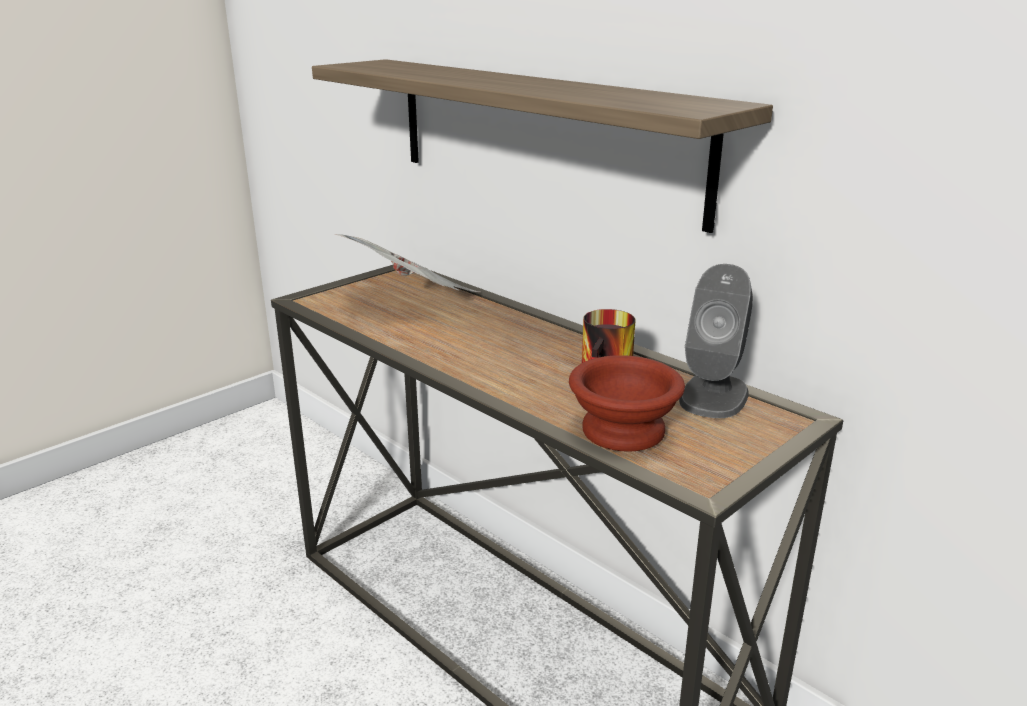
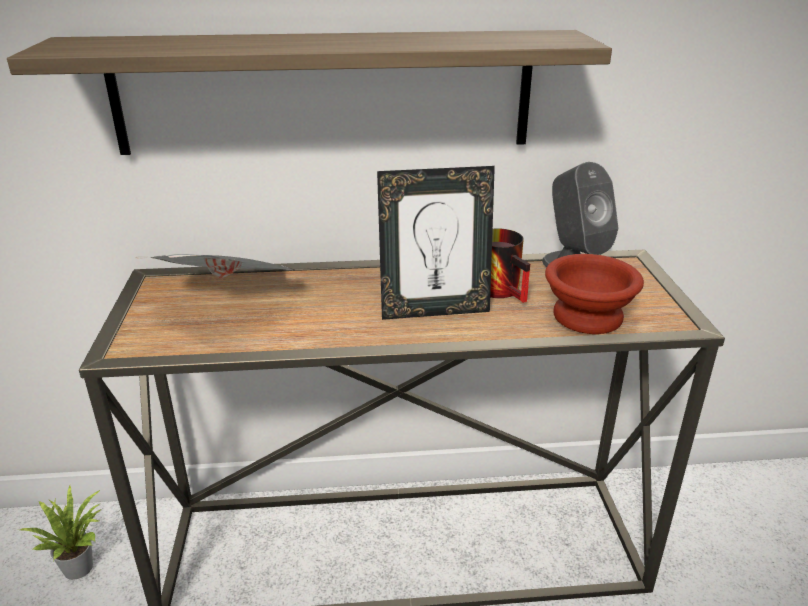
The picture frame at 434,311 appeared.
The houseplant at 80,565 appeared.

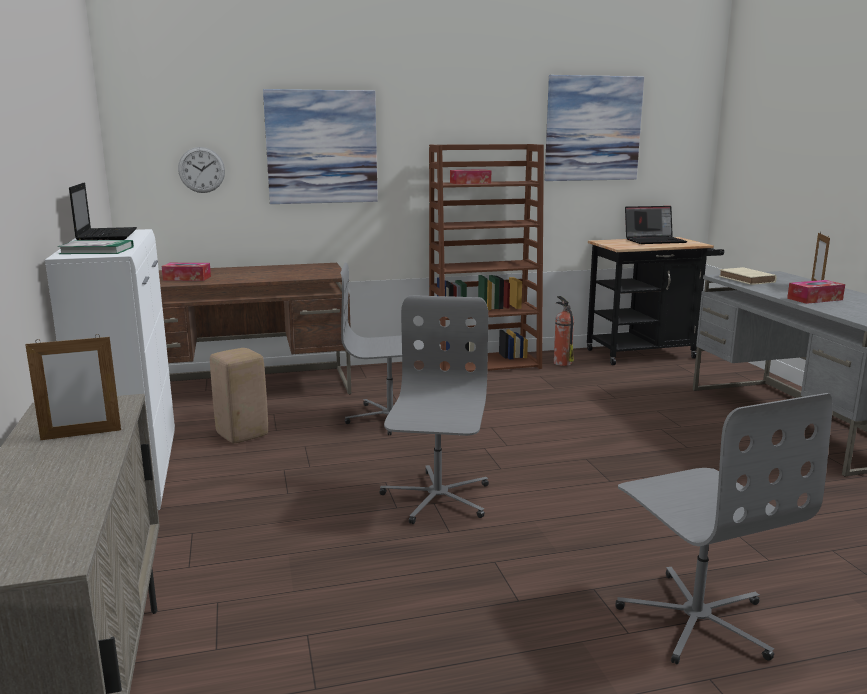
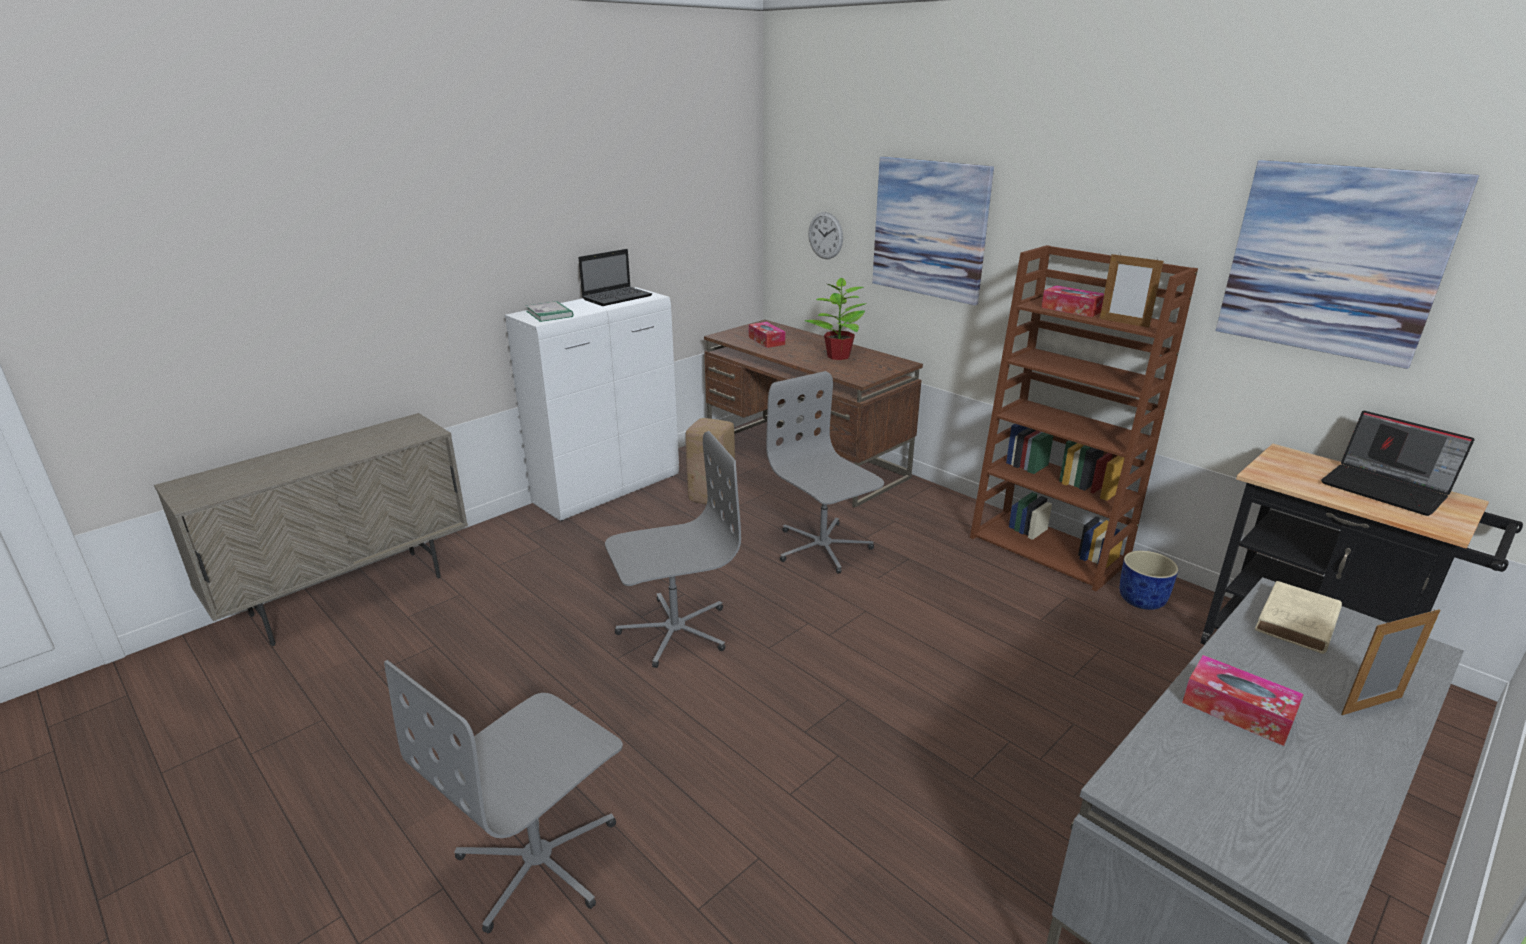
The fire extinguisher at 561,363 was replaced by the blue plant pot at 1142,600.
The picture frame moved from 81,435 to 1124,323.
The houseplant at 838,356 appeared.

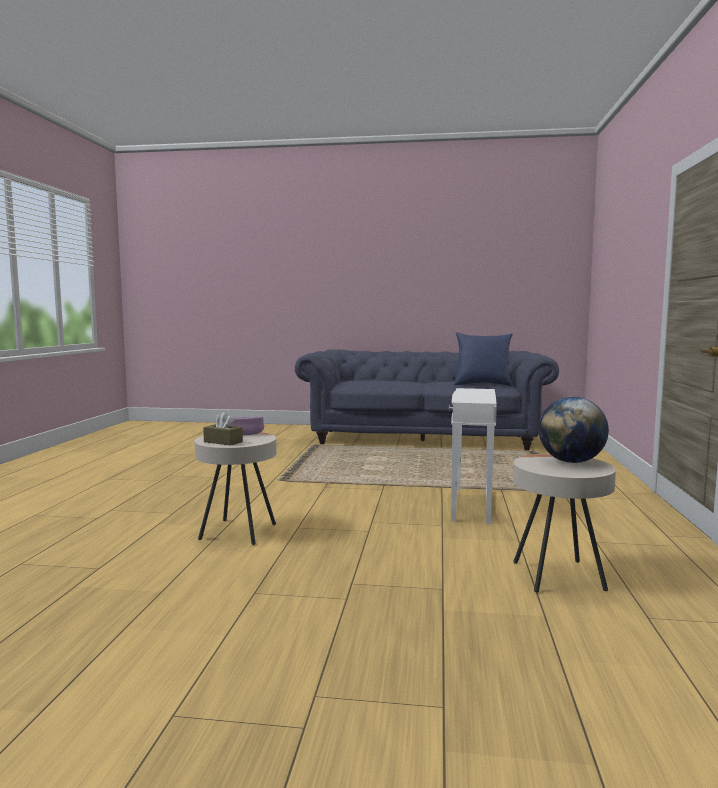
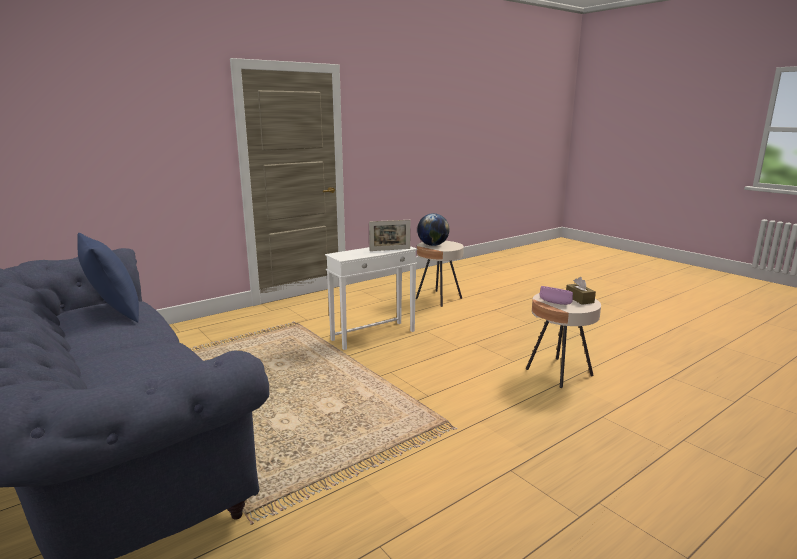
The picture frame at 390,250 appeared.

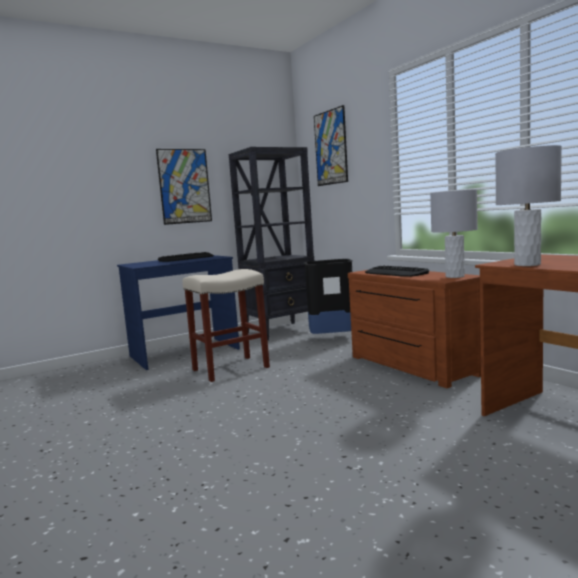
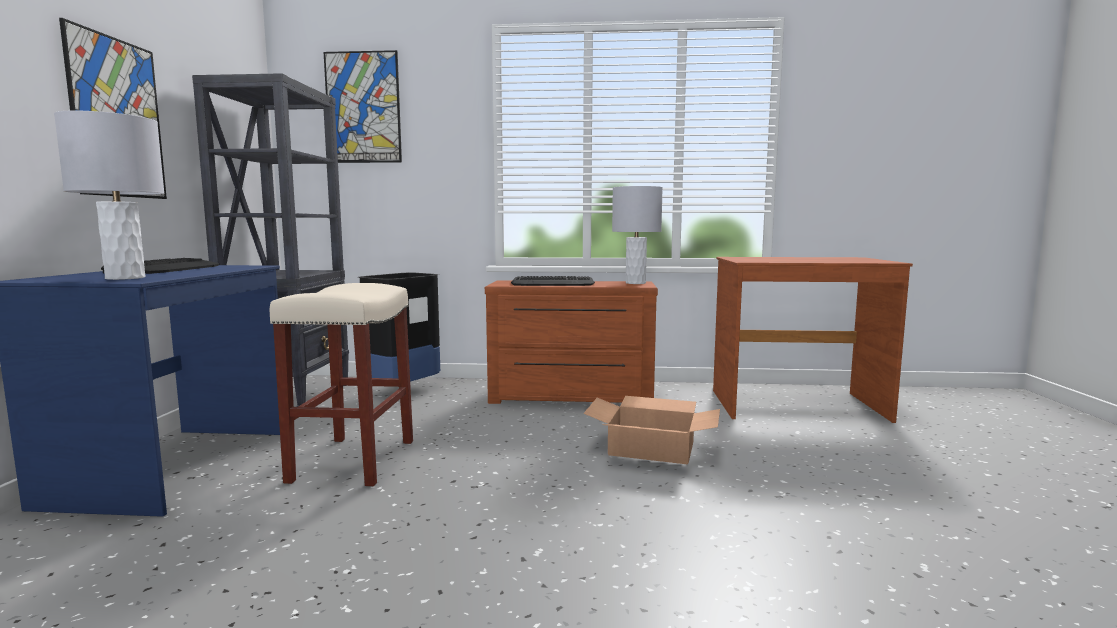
The gray lamp for a table moved from 527,264 to 126,278.
The cardboard box at 651,448 appeared.

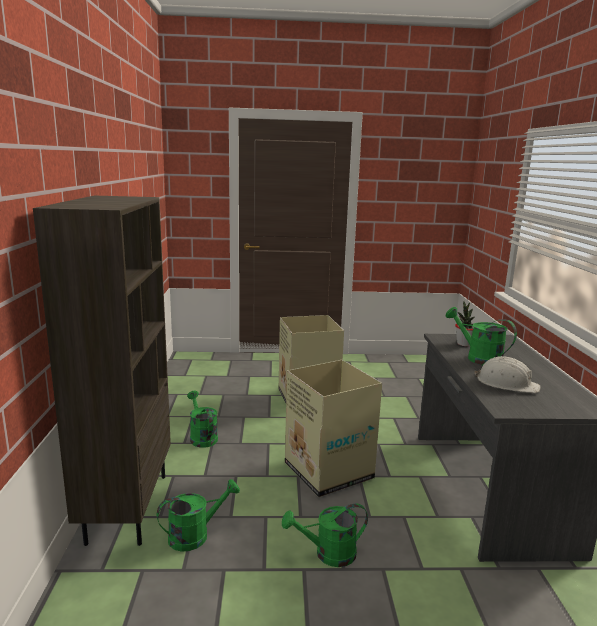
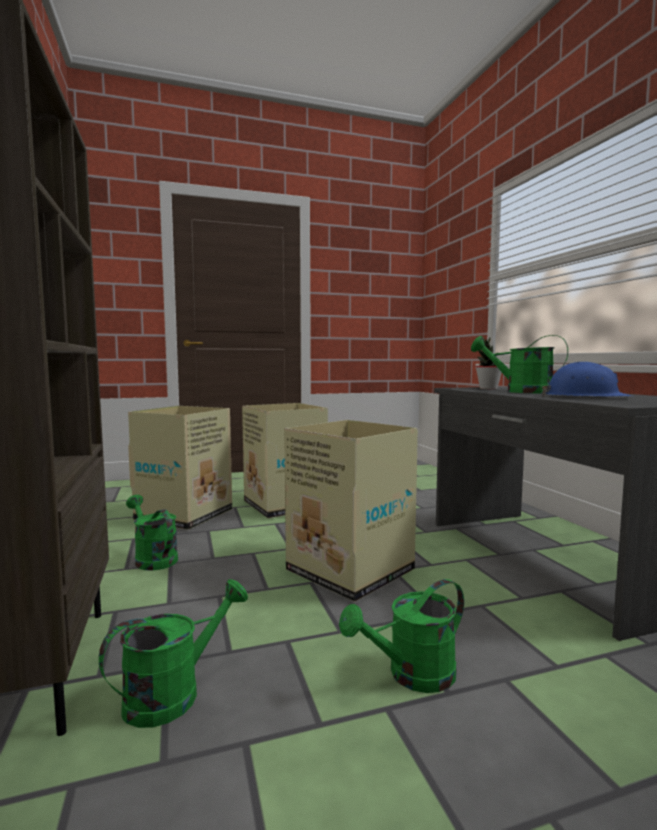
The white-coloured safety helmet at 506,383 became the blue safety helmet at 585,397.
The cardboard box at 186,515 appeared.

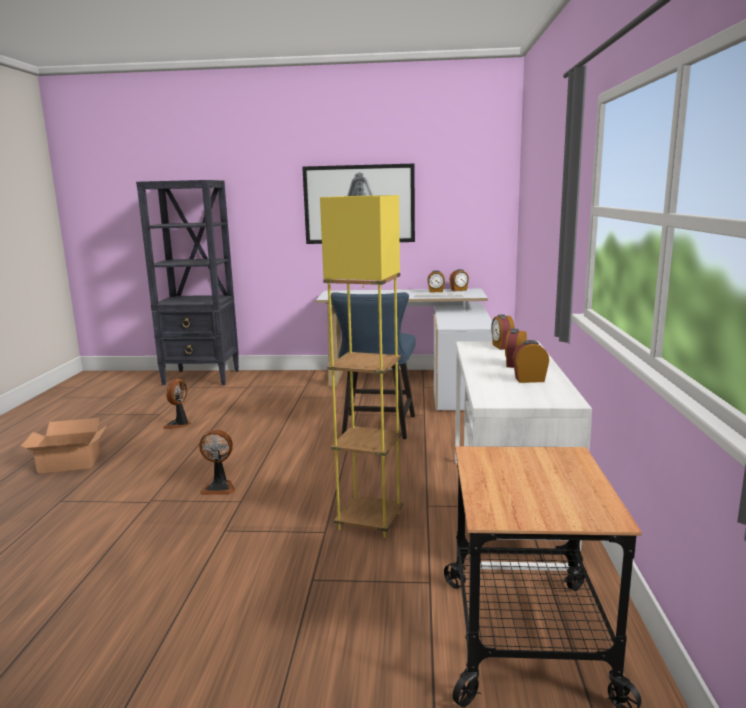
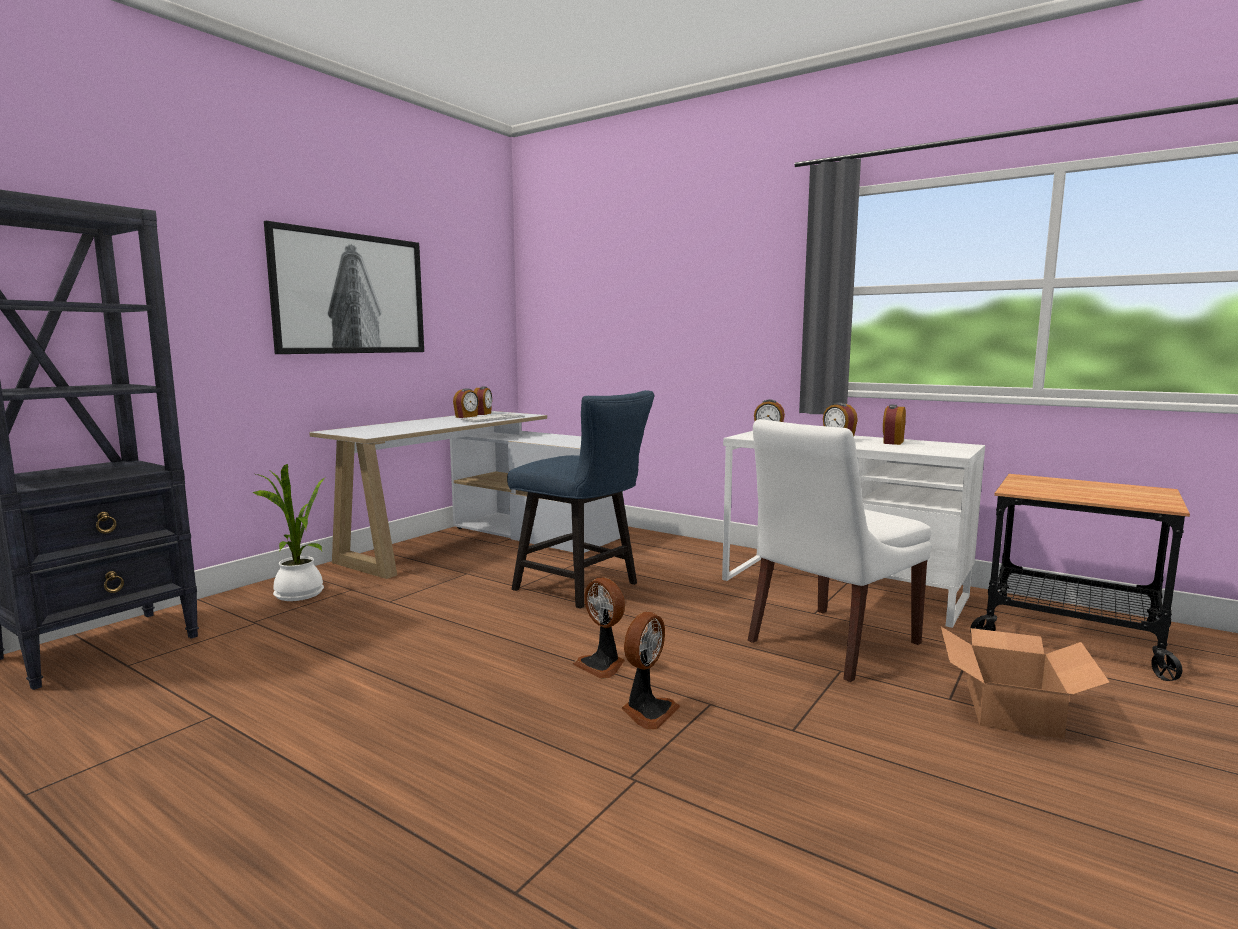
The yellow-coloured standing lamp at 369,521 was replaced by the white-coloured plain chair at 830,644.
The electric fan moved from 179,425 to 602,665.
The cardboard box moved from 70,462 to 1013,708.
The houseplant at 298,595 appeared.

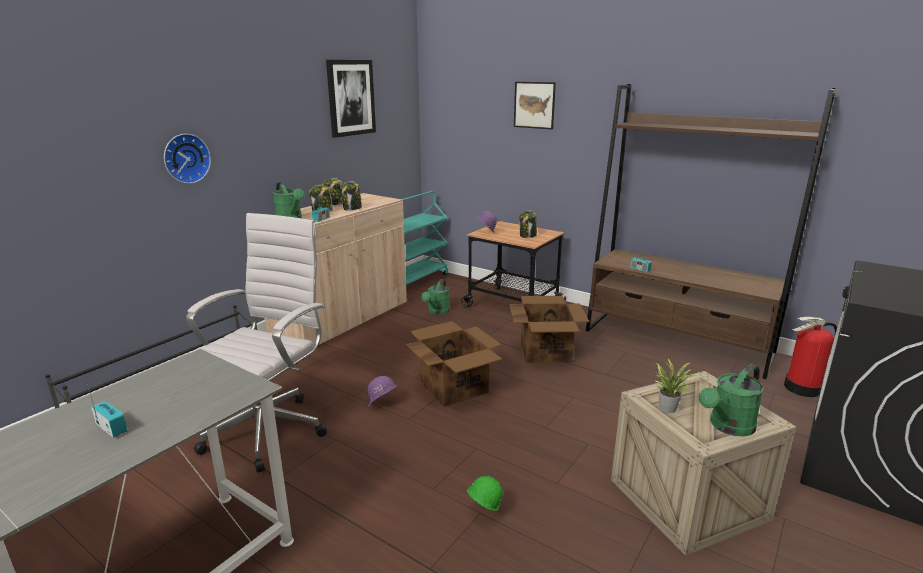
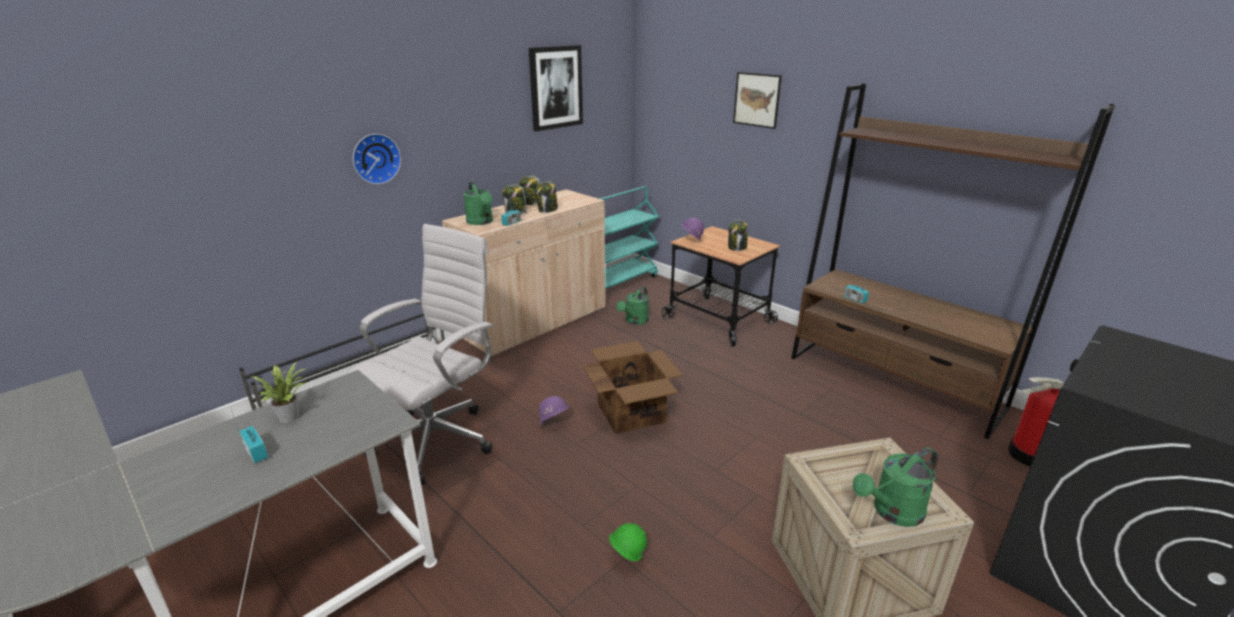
The cardboard box at 545,351 disappeared.
The houseplant moved from 667,407 to 291,416.

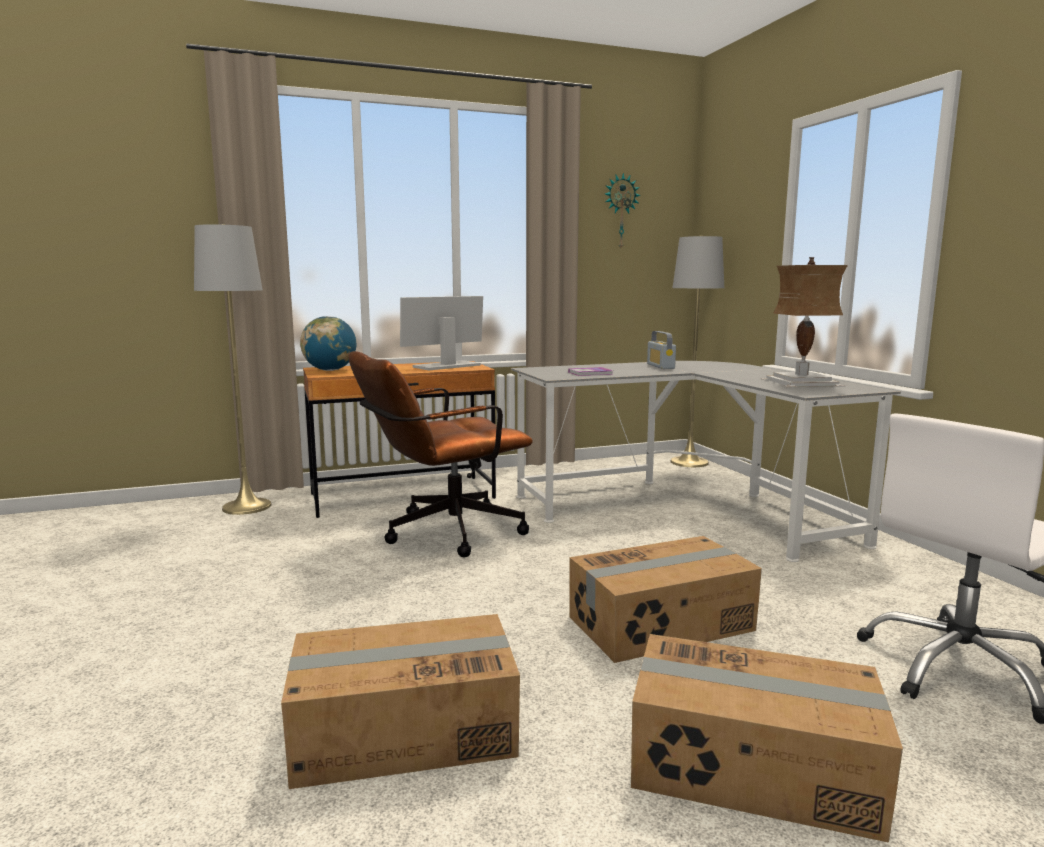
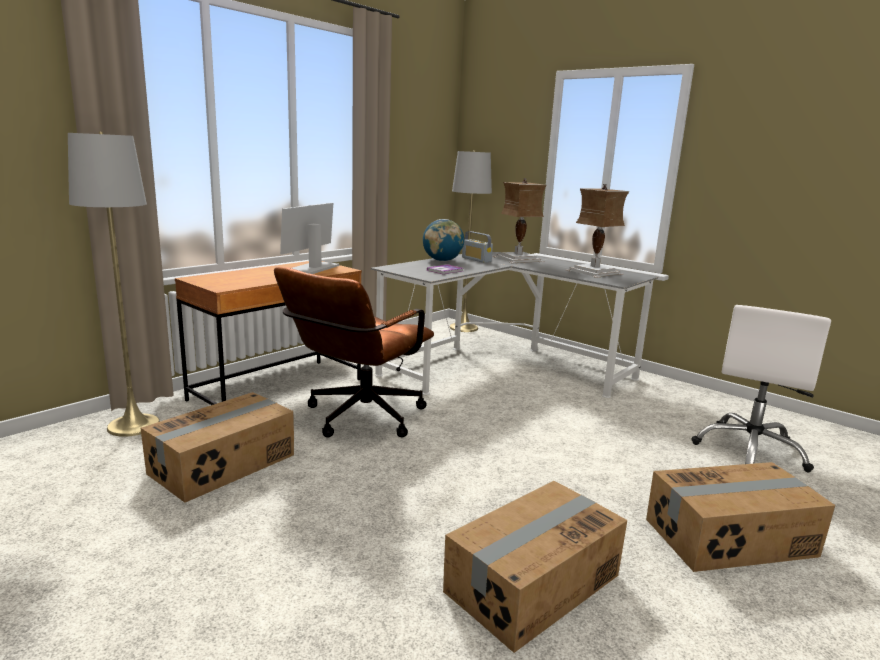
The clock on the wall at 620,212 disappeared.
The world globe moved from 330,370 to 442,261.
The cardboard box moved from 662,624 to 224,464.
The lamp for a table at 518,259 appeared.

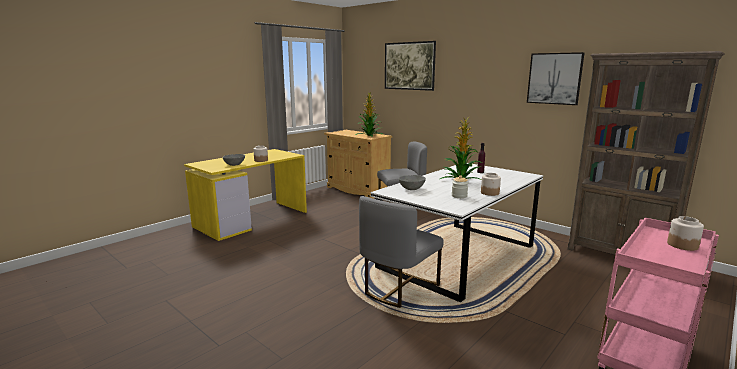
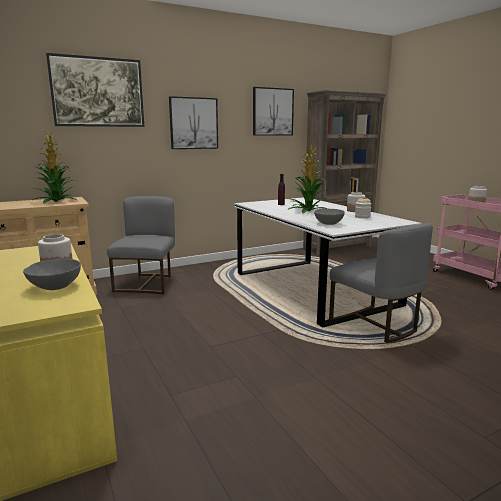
The picture at 193,123 appeared.

